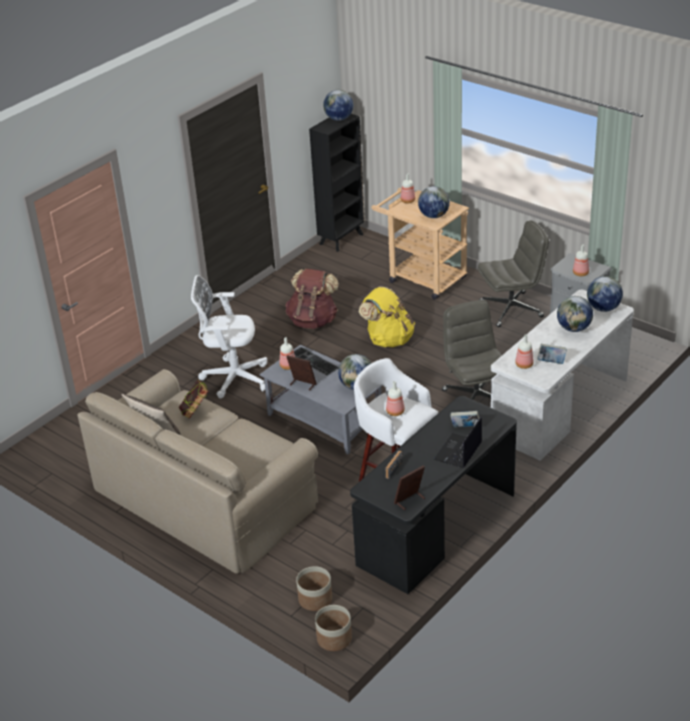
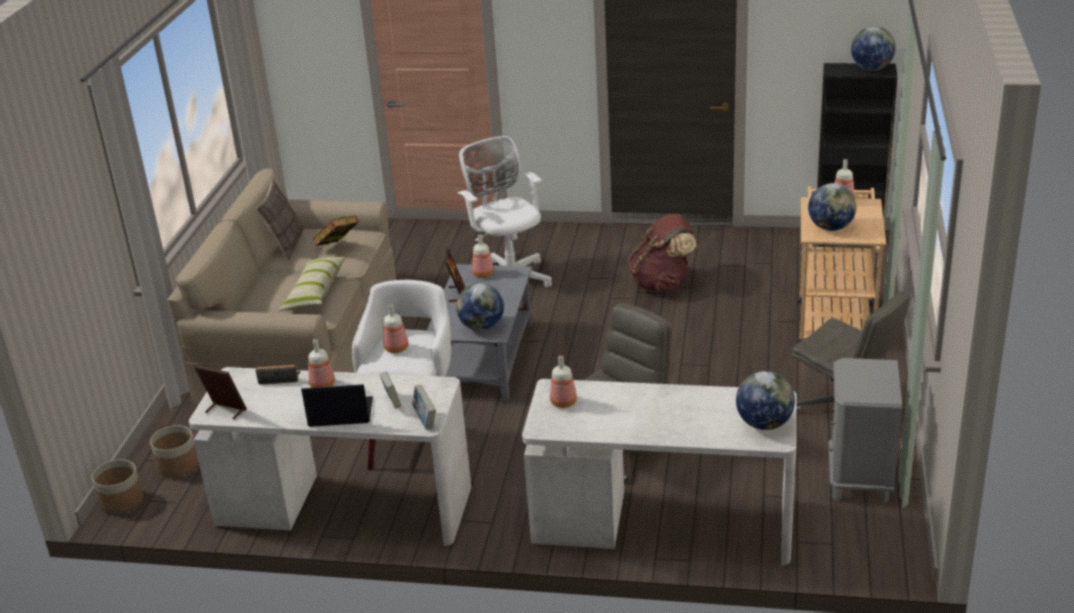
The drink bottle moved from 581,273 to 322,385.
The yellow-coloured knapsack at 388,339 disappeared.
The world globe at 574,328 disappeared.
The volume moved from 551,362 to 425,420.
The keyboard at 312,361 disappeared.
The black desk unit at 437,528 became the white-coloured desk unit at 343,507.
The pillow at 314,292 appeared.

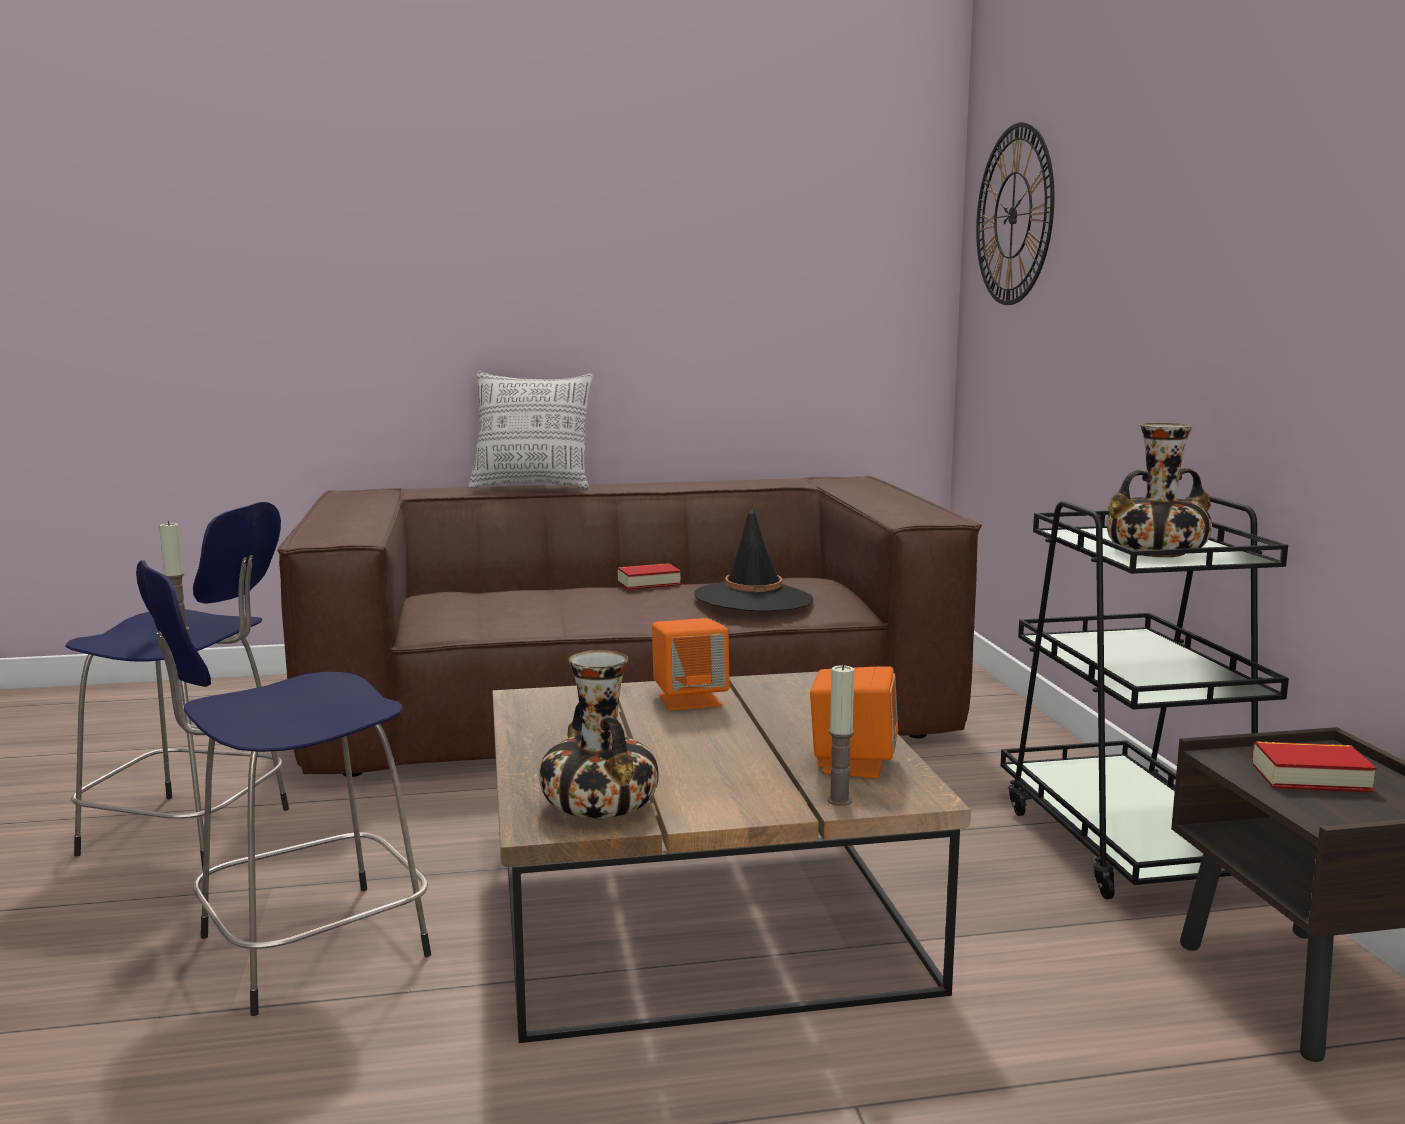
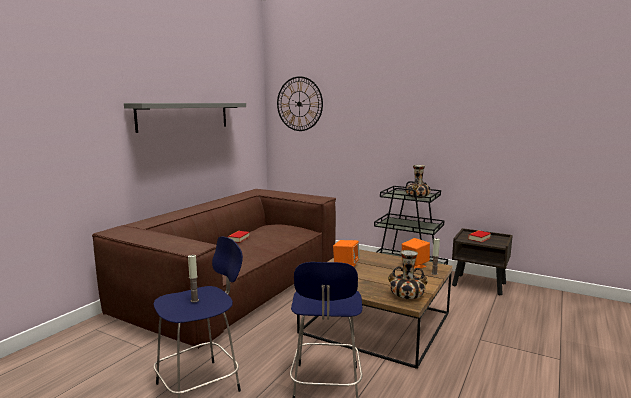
The pillow at 533,486 disappeared.
The black clothing hat at 753,598 disappeared.
The gray shelf at 184,116 appeared.

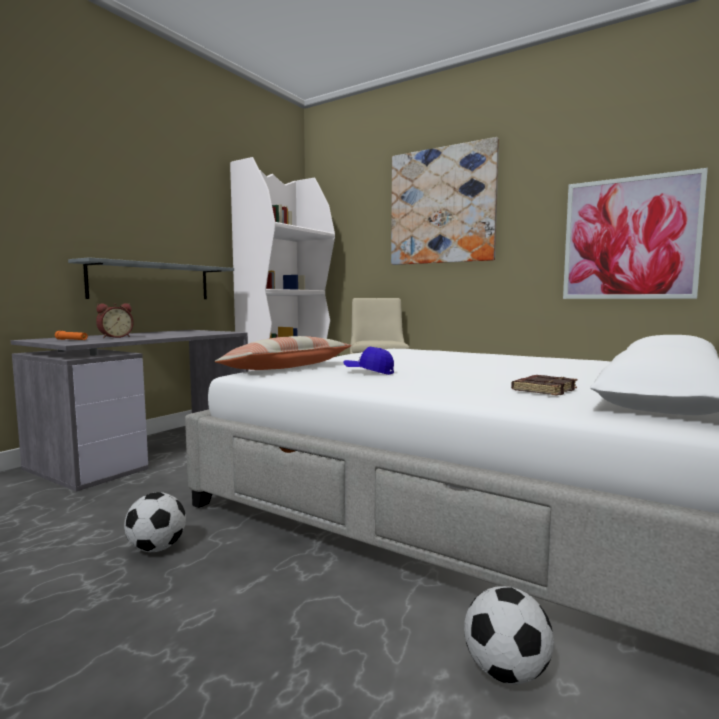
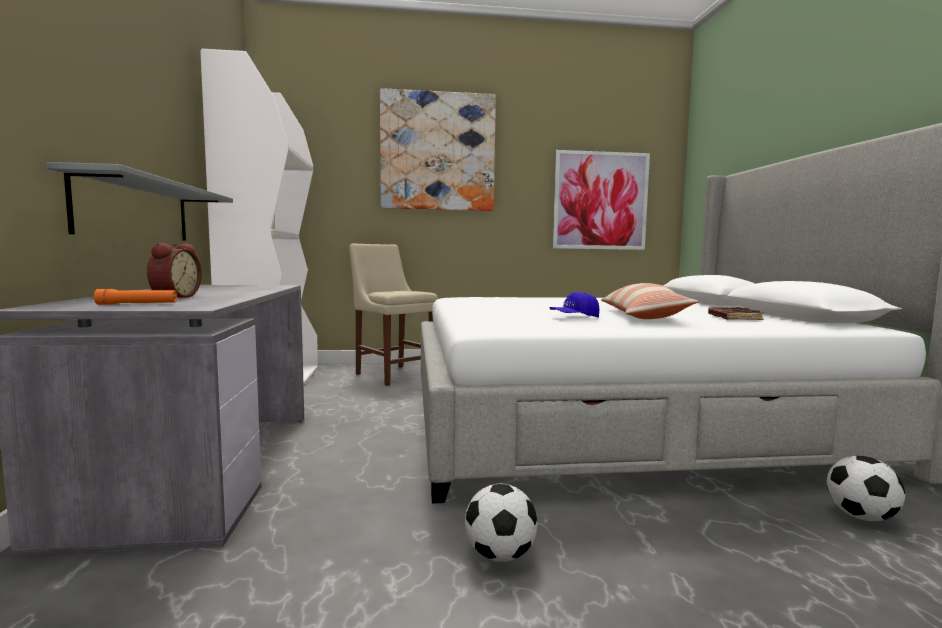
The pillow moved from 286,368 to 642,316.

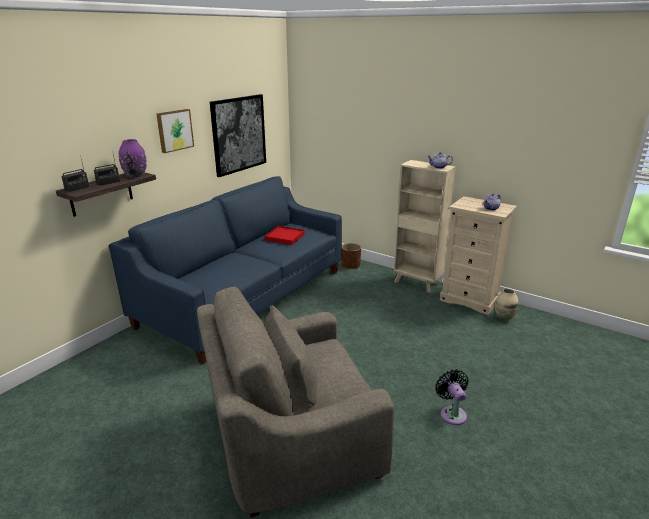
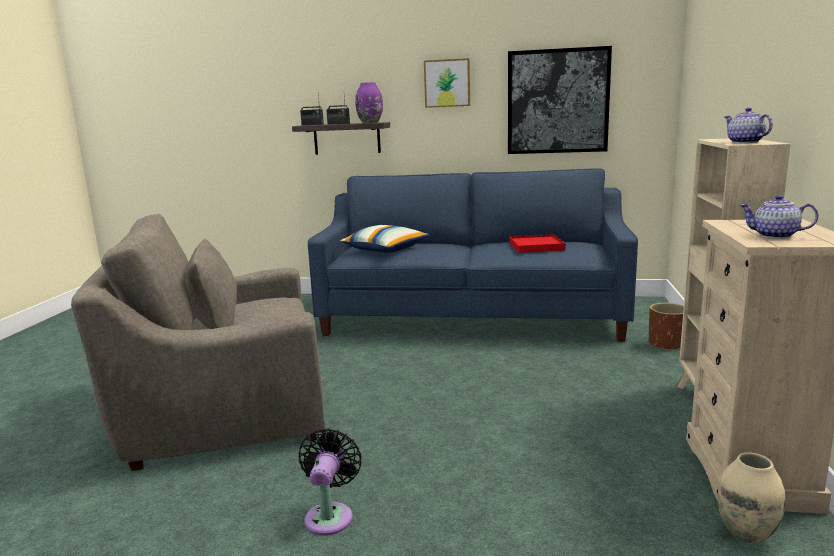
The gray armchair at 290,437 turned 60 degrees counterclockwise.
The black electric fan at 452,413 turned 45 degrees counterclockwise.
The pillow at 386,249 appeared.

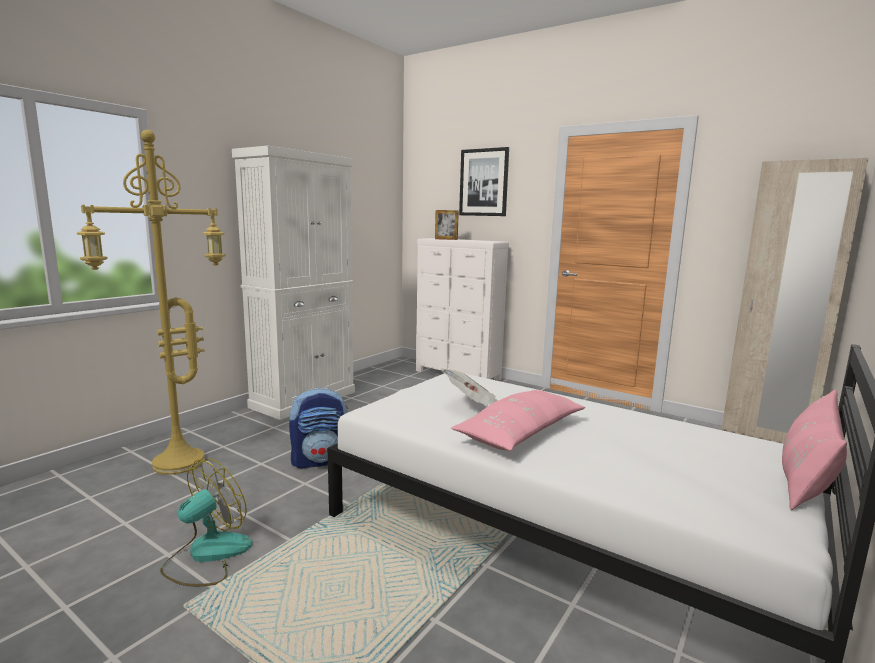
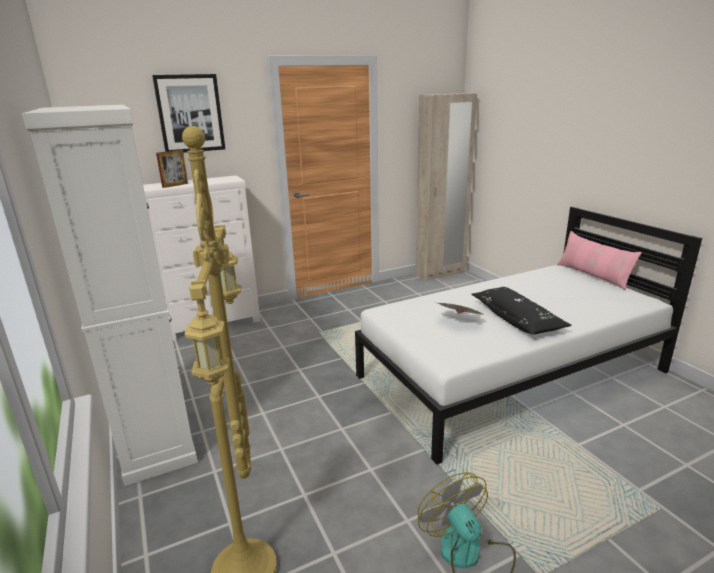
The knapsack at 320,460 disappeared.
The pink-coloured pillow at 520,433 became the black pillow at 517,319.

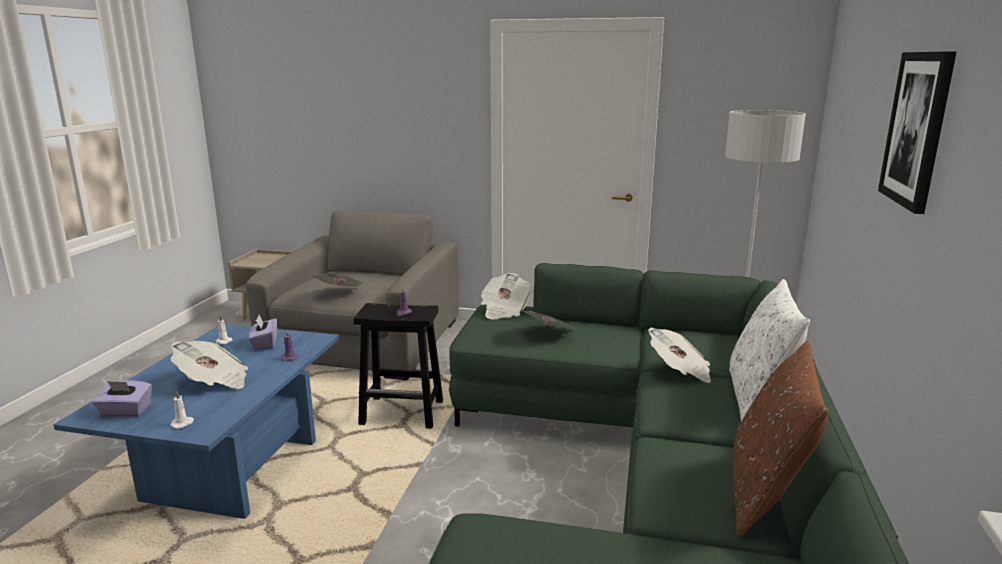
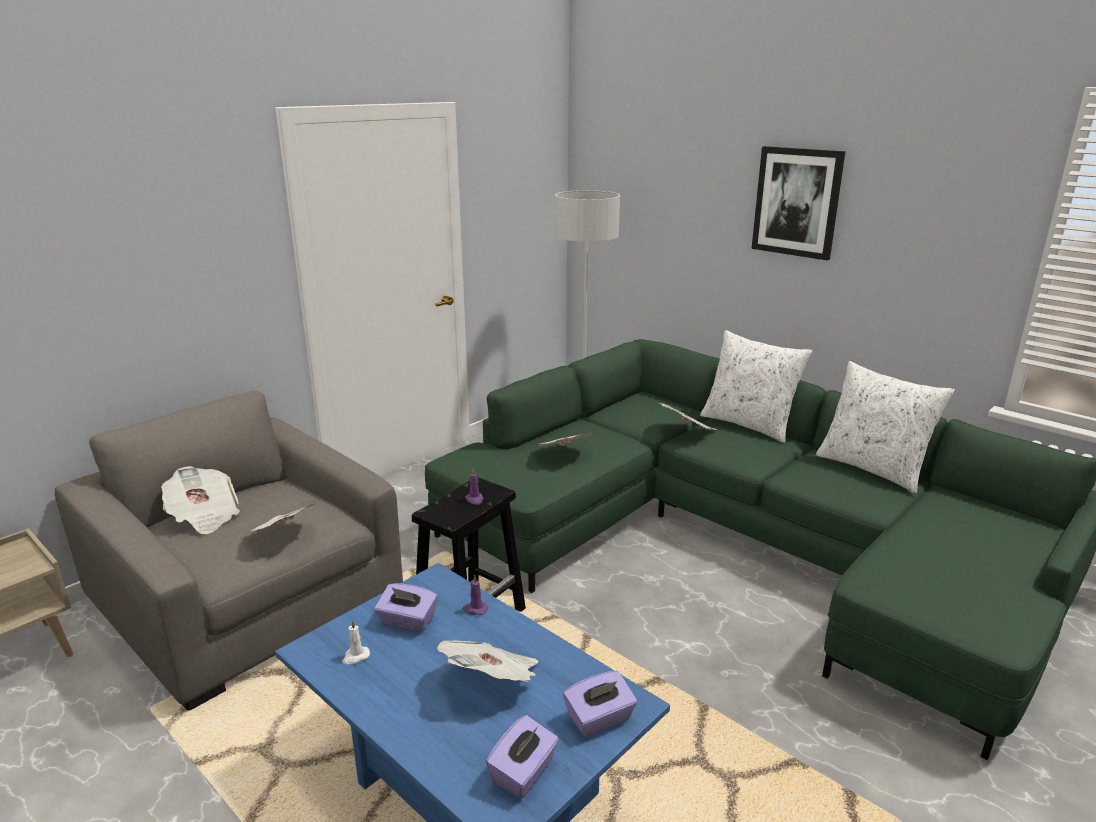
The daily paper moved from 504,310 to 204,516.
The brown pillow at 766,495 became the white-coloured pillow at 872,468.
The white-coloured candle at 183,423 was replaced by the purple-coloured tissue holder at 599,719.

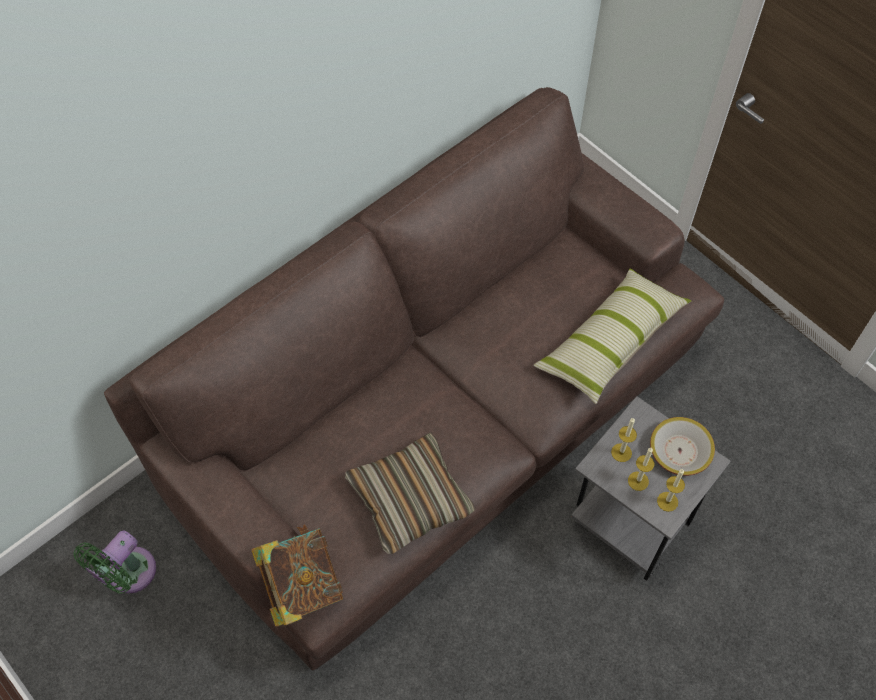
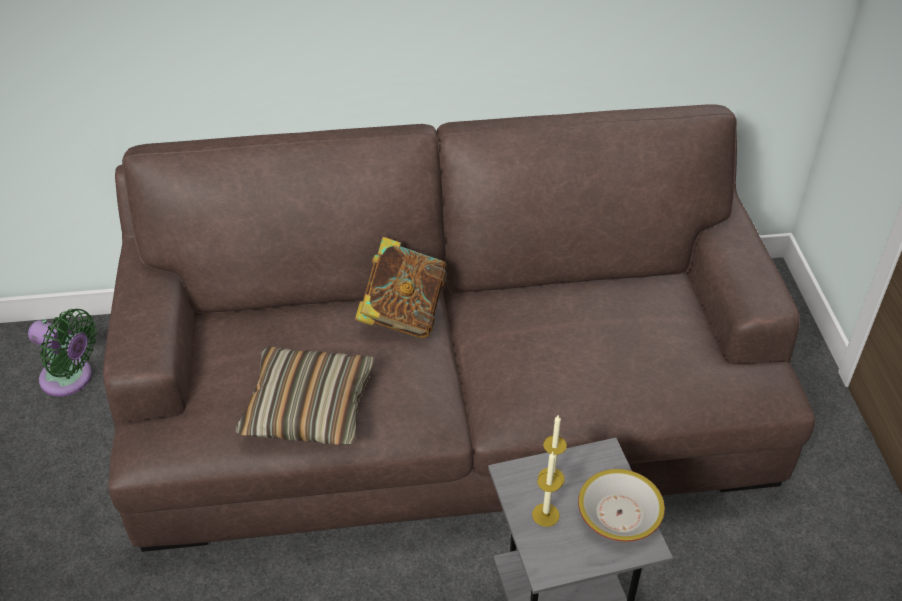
The pillow at 610,342 disappeared.
The candle at 667,501 disappeared.
The volume moved from 301,585 to 403,314.
The green electric fan at 128,574 turned 135 degrees counterclockwise.

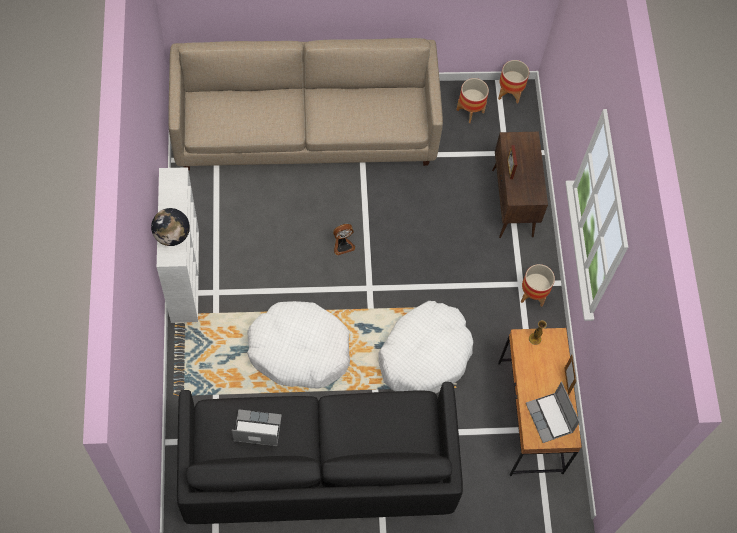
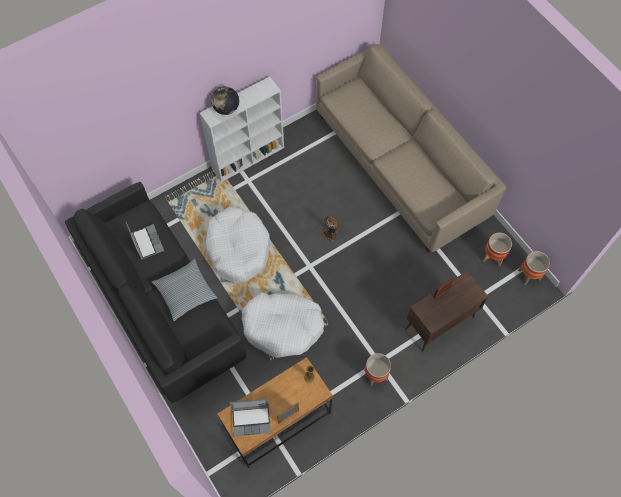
The portable computer at 550,418 turned 135 degrees counterclockwise.
The pillow at 185,292 appeared.

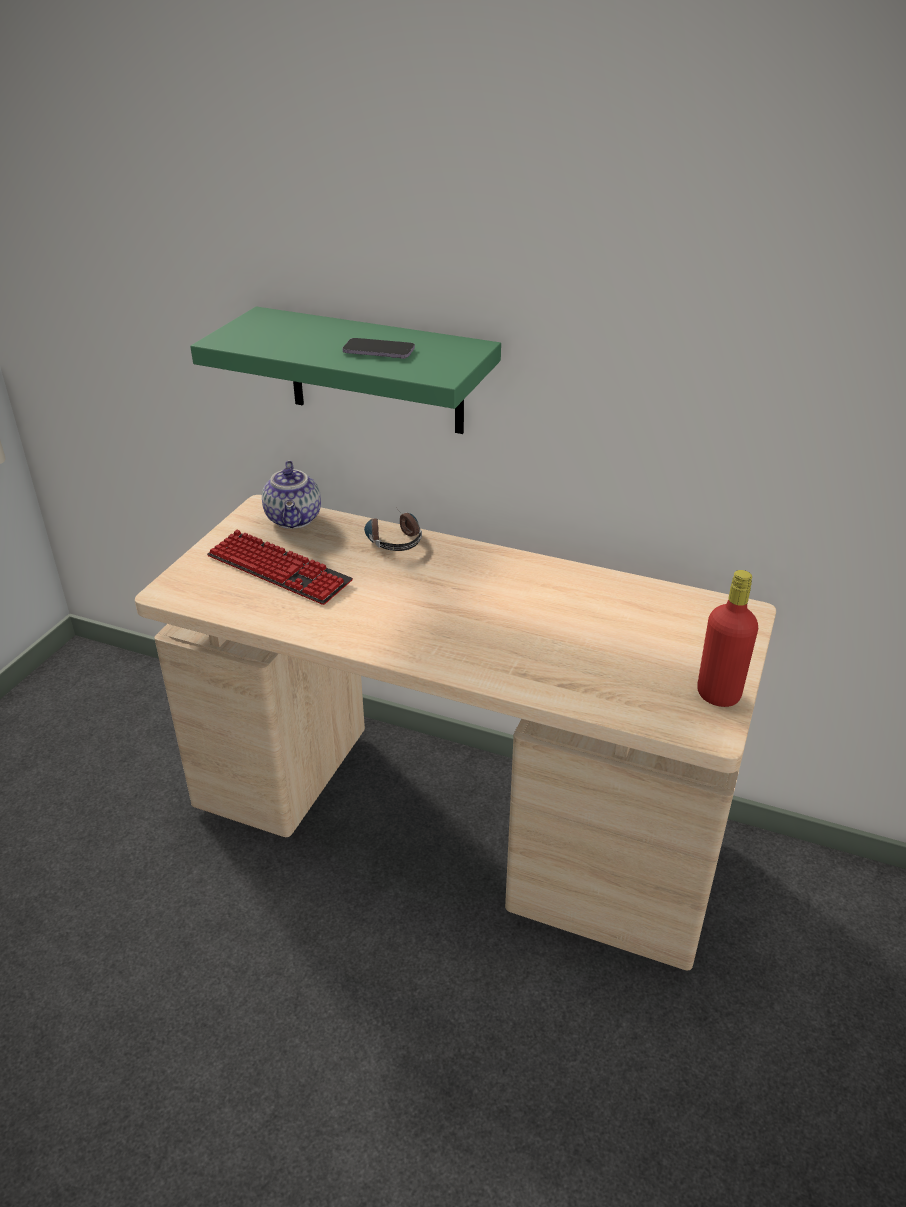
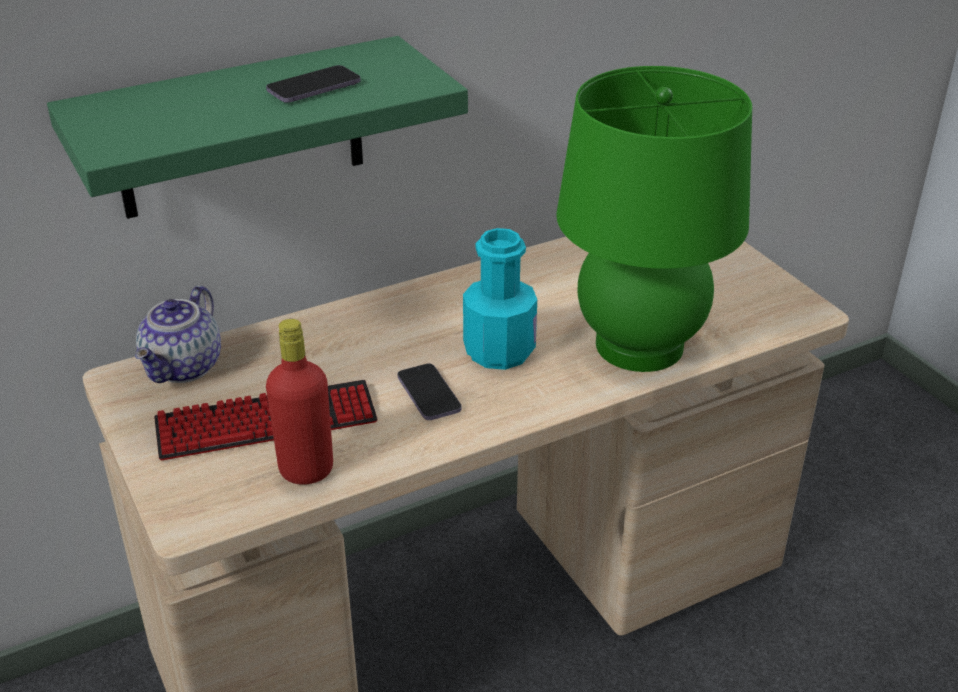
The teapot at 295,519 turned 75 degrees clockwise.
The pair of headphones at 392,537 disappeared.
The red drink bottle moved from 718,695 to 306,470.
The green lamp for a table at 639,345 appeared.
The turquoise drink bottle at 499,351 appeared.
The telephone at 429,394 appeared.

